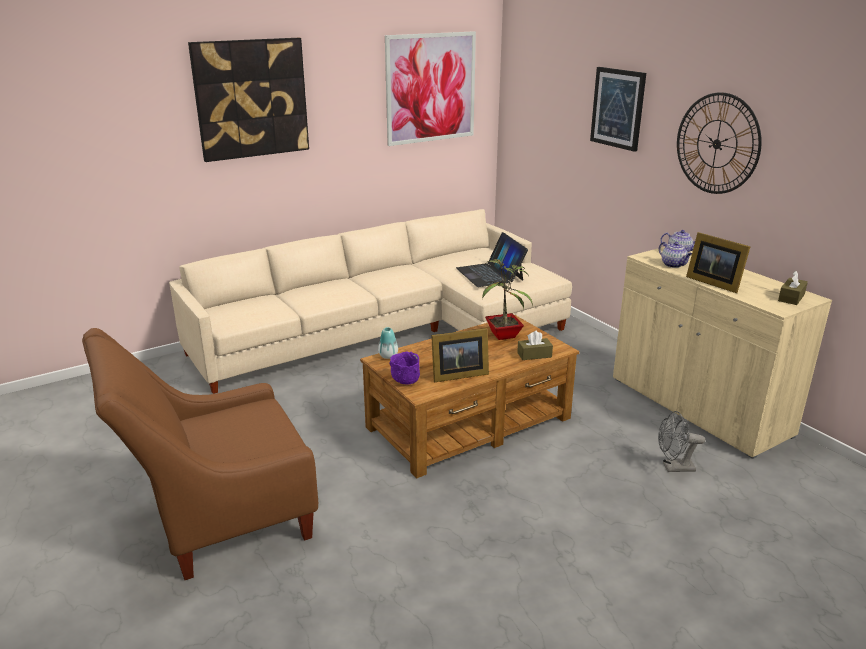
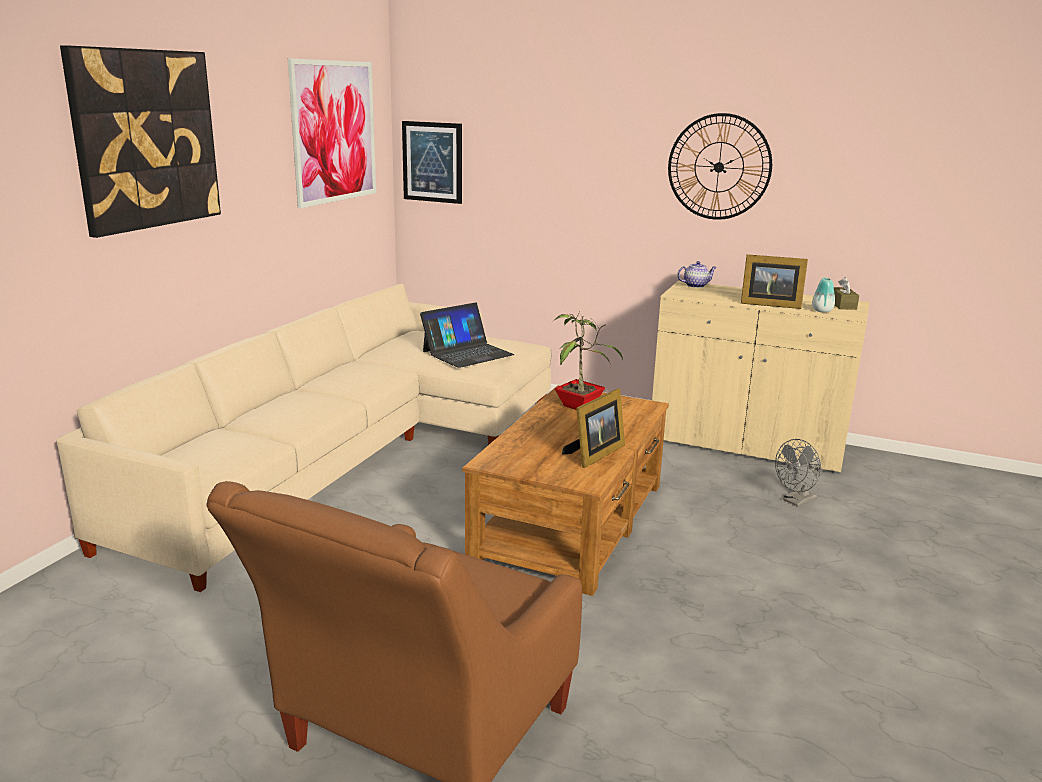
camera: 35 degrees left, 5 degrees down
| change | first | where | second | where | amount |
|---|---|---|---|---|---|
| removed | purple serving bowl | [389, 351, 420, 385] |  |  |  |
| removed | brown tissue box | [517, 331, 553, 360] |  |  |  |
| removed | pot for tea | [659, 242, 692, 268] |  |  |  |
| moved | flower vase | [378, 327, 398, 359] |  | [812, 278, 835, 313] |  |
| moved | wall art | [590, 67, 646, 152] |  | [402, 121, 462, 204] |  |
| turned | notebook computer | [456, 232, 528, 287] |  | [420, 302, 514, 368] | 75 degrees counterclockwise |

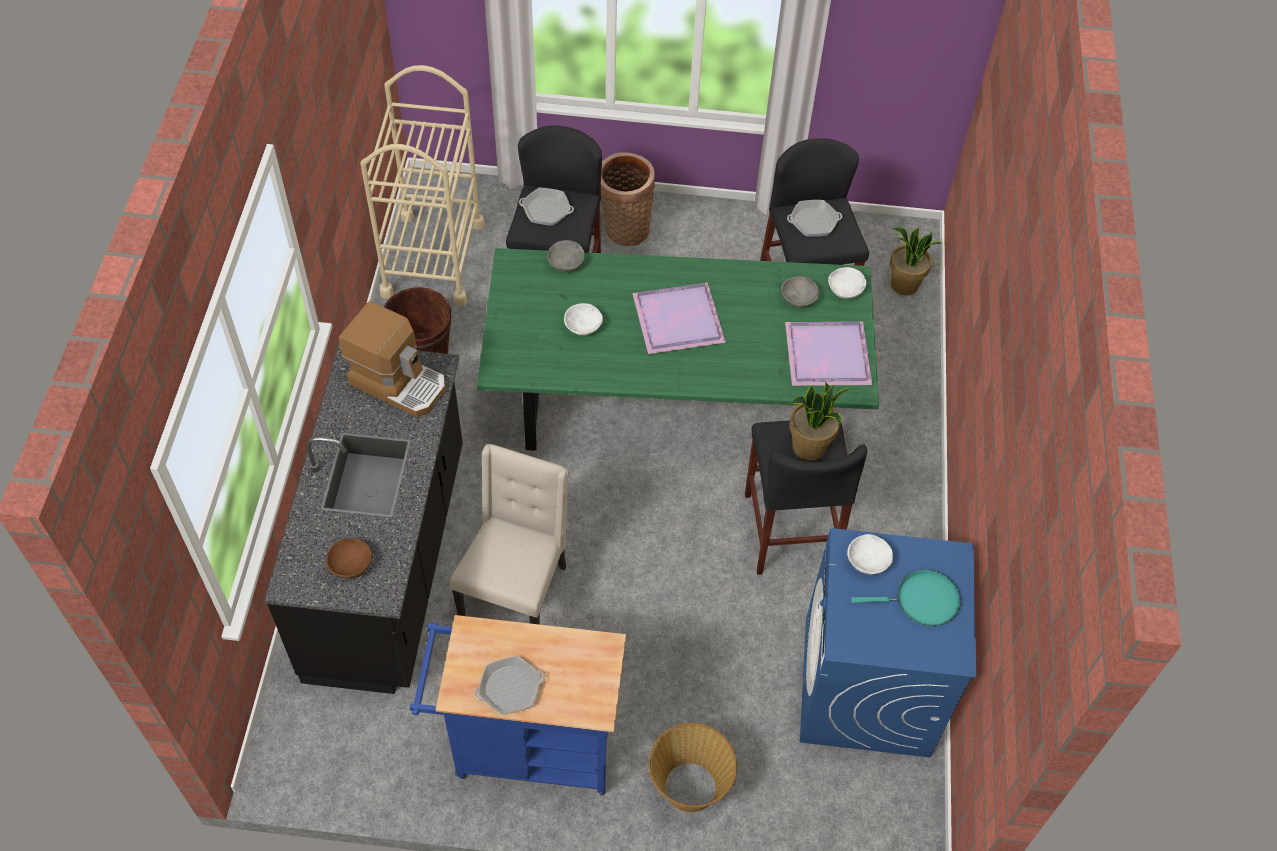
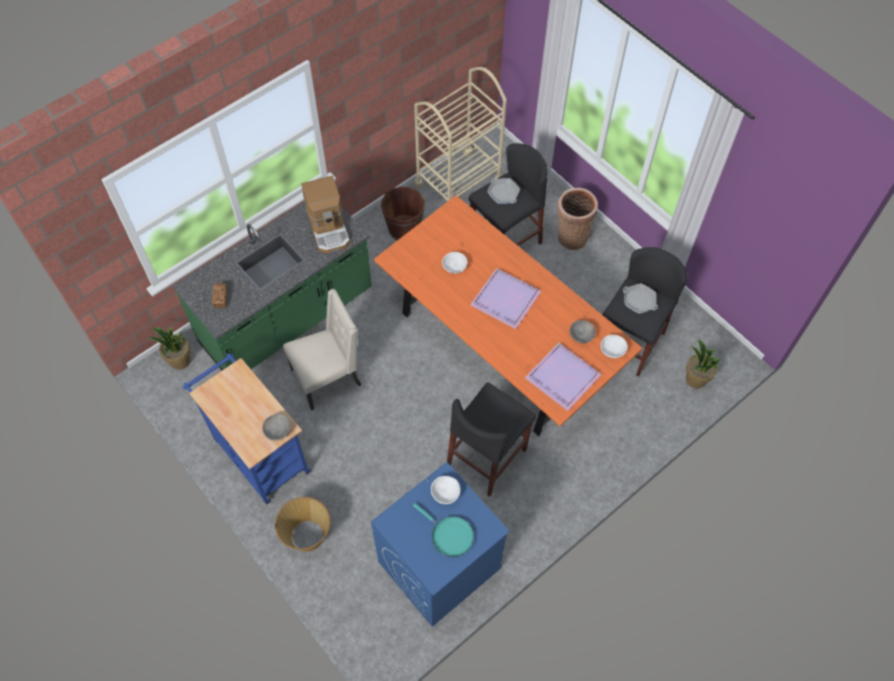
camera: 45 degrees right, 5 degrees up
| change | first | where | second | where | amount |
|---|---|---|---|---|---|
| removed | pan | [474, 656, 545, 715] |  |  |  |
| moved | grey serving bowl | [547, 240, 585, 272] |  | [262, 414, 291, 441] |  |
| moved | potted plant | [789, 381, 850, 461] |  | [148, 328, 190, 370] |  |
| replaced | brown serving bowl | [326, 538, 372, 578] | baked bread | [212, 283, 228, 308] |  |
| recoloured | black kitchen base unit | [265, 343, 463, 694] | green kitchen base unit | [172, 202, 372, 370] |  |
| recoloured | green dinner table | [477, 248, 879, 451] | orange dinner table | [374, 195, 642, 436] |  |

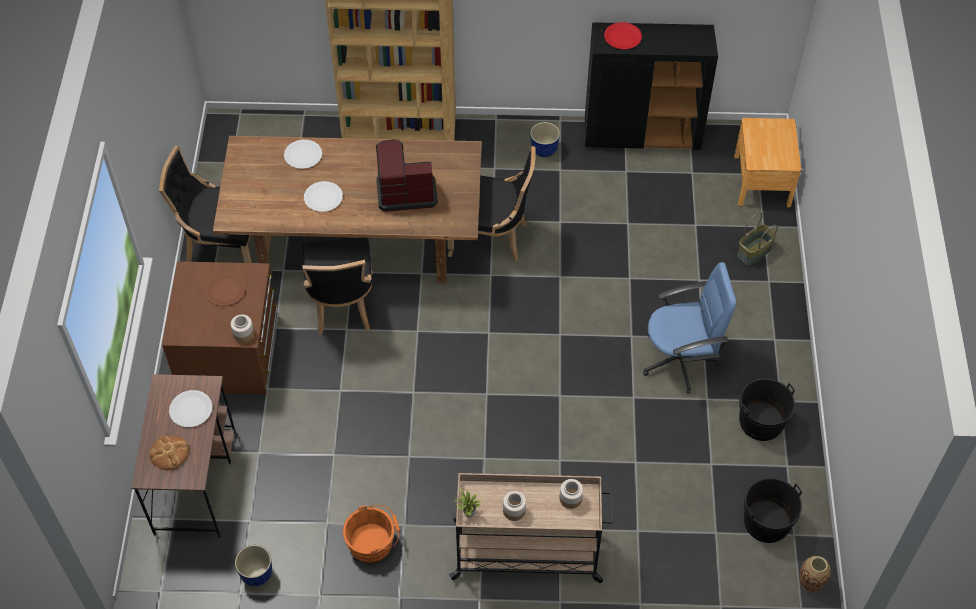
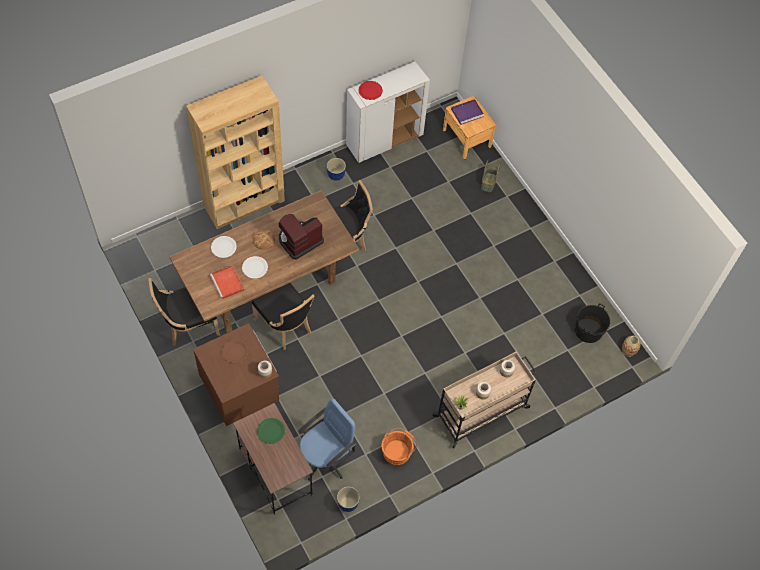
camera: 35 degrees left, 5 degrees up
| change | first | where | second | where | amount |
|---|---|---|---|---|---|
| removed | black pail | [739, 378, 795, 441] |  |  |  |
| added |  |  | red-coloured tray | [210, 265, 245, 299] |  |
| added |  |  | purple tray | [451, 99, 484, 125] |  |
| moved | baked bread | [149, 435, 189, 470] |  | [253, 230, 275, 250] |  |
| moved | blue office chair | [643, 262, 736, 394] |  | [298, 399, 357, 481] |  |
| recoloured | whitish dinner plate | [169, 390, 212, 427] | green dinner plate | [257, 418, 285, 444] |  |
| recoloured | black storage cabinet | [585, 22, 718, 150] | whitish storage cabinet | [346, 62, 430, 163] |  |

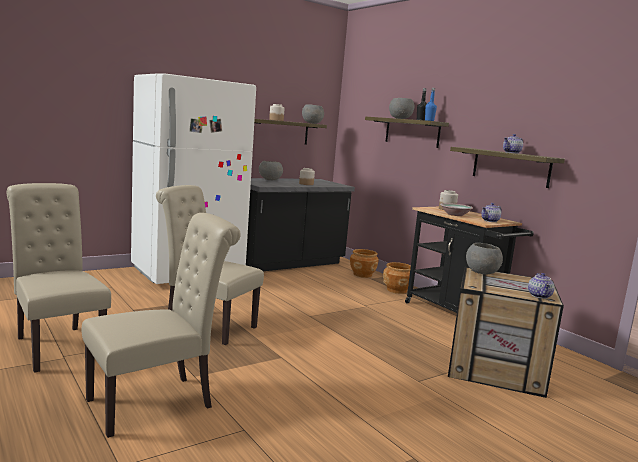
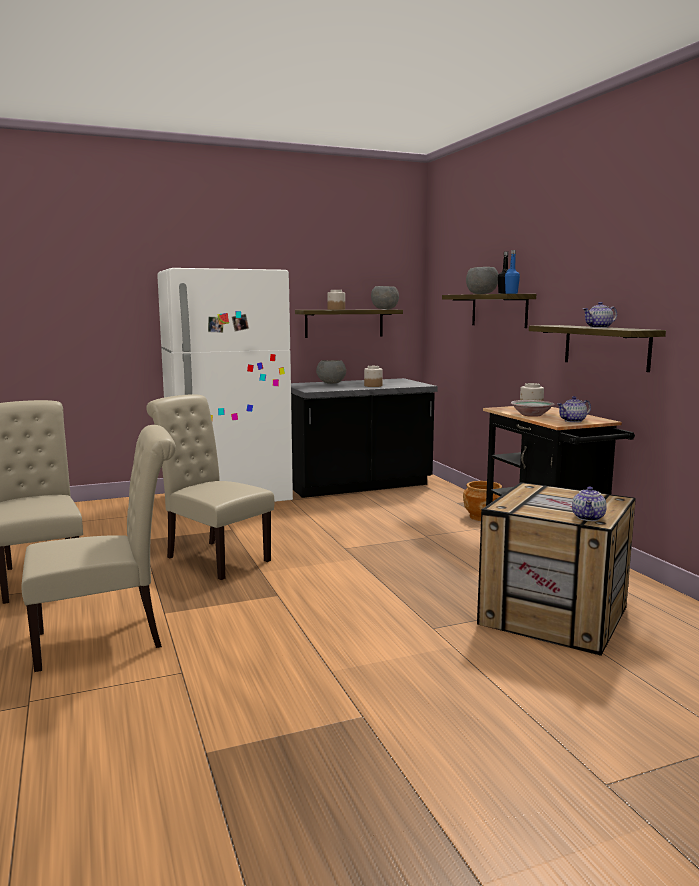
camera: 15 degrees right, 0 degrees up
| change | first | where | second | where | amount |
|---|---|---|---|---|---|
| removed | brown flower pot | [350, 249, 379, 278] |  |  |  |
| removed | grey serving bowl | [466, 243, 503, 275] |  |  |  |

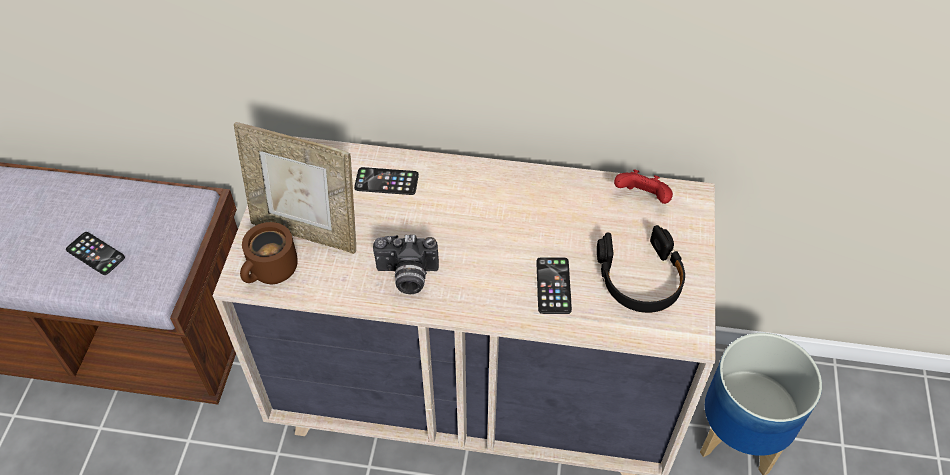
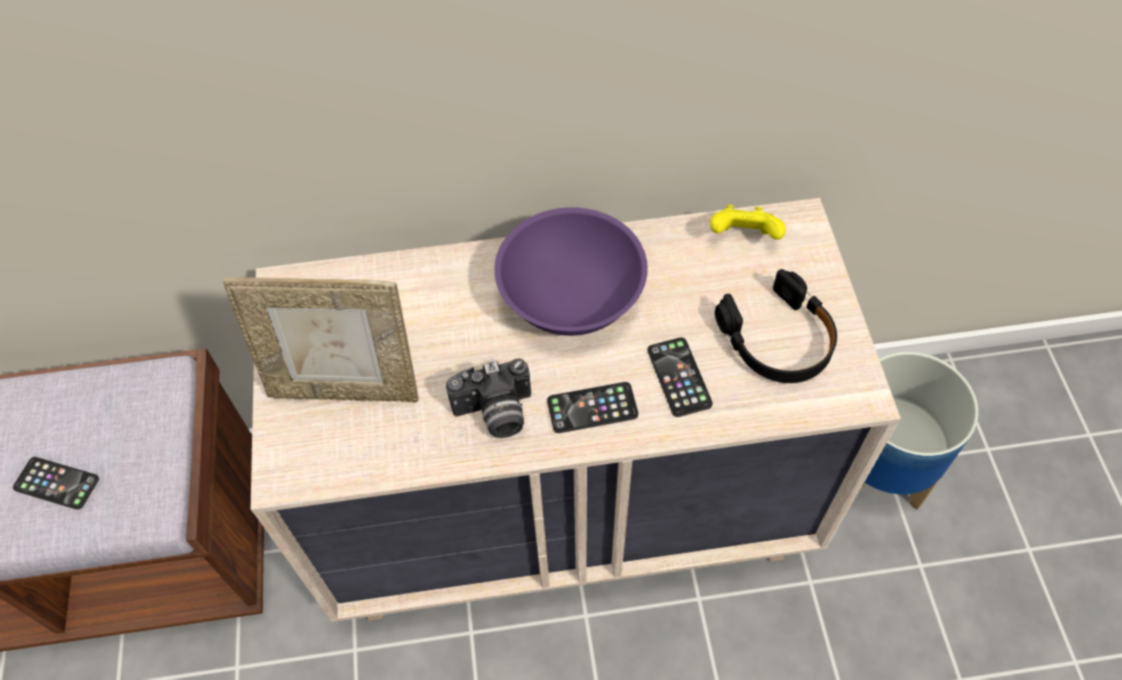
camera: 15 degrees left, 5 degrees up
| change | first | where | second | where | amount |
|---|---|---|---|---|---|
| removed | brown tea mug | [240, 222, 298, 284] |  |  |  |
| added |  |  | purple serving bowl | [494, 207, 648, 336] |  |
| moved | phone | [354, 167, 419, 195] |  | [547, 382, 638, 433] |  |
| recoloured | red-coloured game controller | [614, 169, 673, 204] | yellowish game controller | [710, 205, 786, 240] |  |

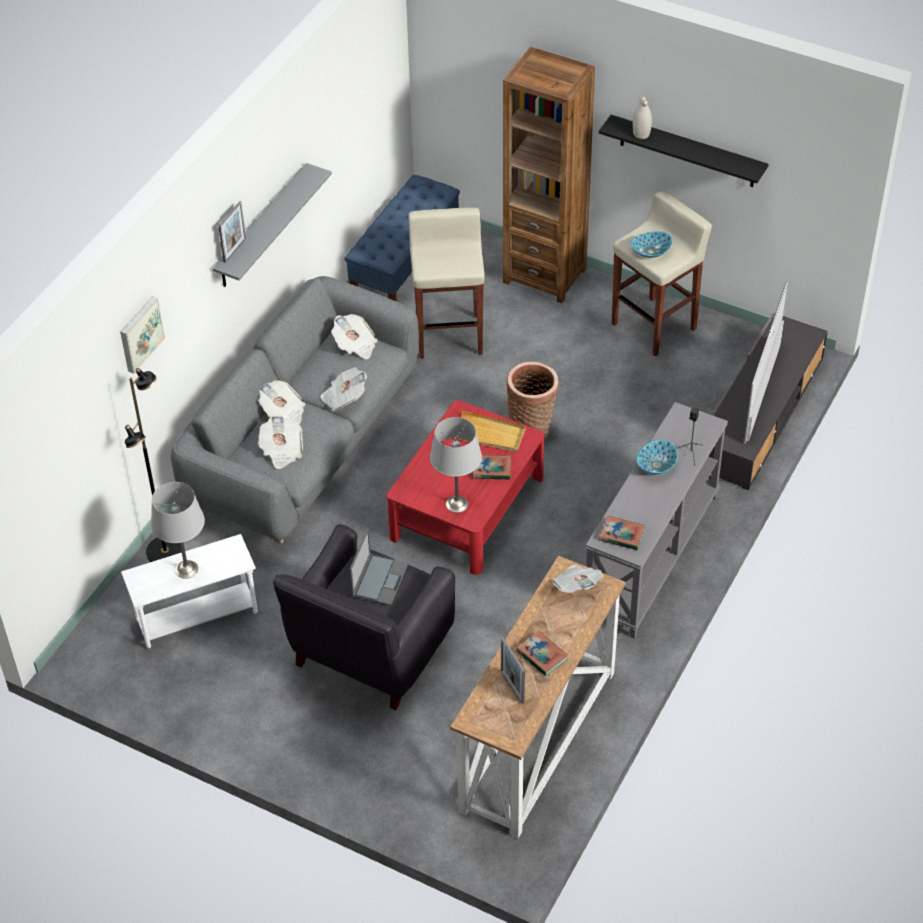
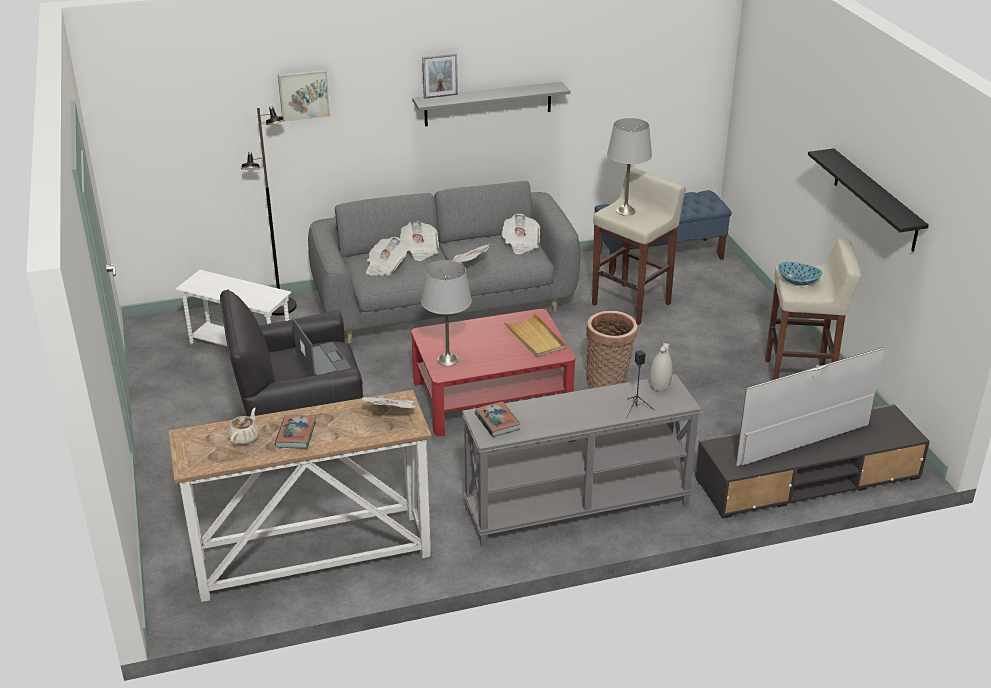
camera: 45 degrees right, 15 degrees down
| change | first | where | second | where | amount |
|---|---|---|---|---|---|
| removed | book | [473, 455, 511, 479] |  |  |  |
| removed | brown shelving unit | [503, 47, 595, 303] |  |  |  |
| removed | serving bowl | [636, 440, 678, 474] |  |  |  |
| moved | grey tabletop lamp | [151, 482, 205, 579] |  | [607, 118, 652, 216] |  |
| moved | whitish flower vase | [633, 96, 652, 139] |  | [650, 343, 673, 392] |  |
| replaced | photo frame | [501, 637, 525, 704] | beige pot for tea | [228, 408, 260, 445] |  |
| turned | notebook computer | [349, 528, 409, 606] |  | [292, 318, 351, 376] | 90 degrees counterclockwise |

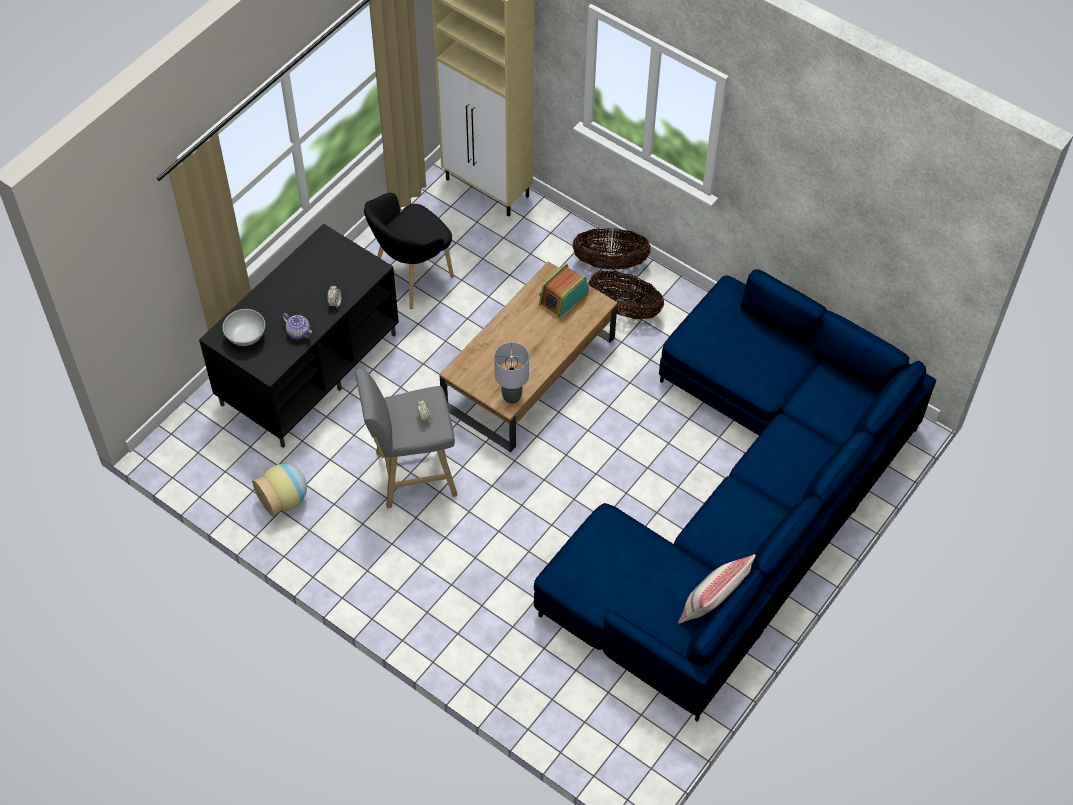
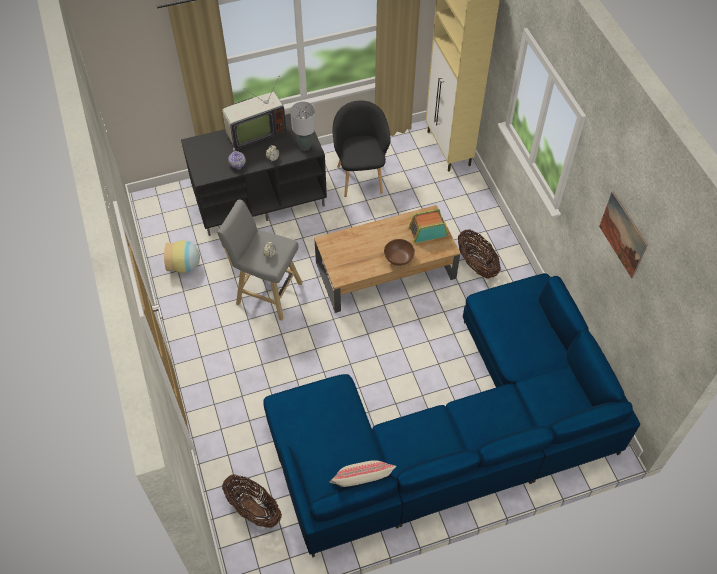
camera: 35 degrees right, 0 degrees up
| change | first | where | second | where | amount |
|---|---|---|---|---|---|
| removed | whitish serving bowl | [223, 309, 265, 346] |  |  |  |
| added |  |  | television | [222, 75, 286, 149] |  |
| added |  |  | brown serving bowl | [384, 239, 415, 266] |  |
| added |  |  | wall art | [599, 192, 648, 279] |  |
| moved | grey tabletop lamp | [494, 342, 529, 404] |  | [290, 102, 316, 150] |  |
| moved | storage basket | [572, 228, 651, 270] |  | [222, 474, 282, 528] |  |
| turned | black lounge chair | [364, 193, 454, 309] |  | [332, 101, 390, 197] | 90 degrees clockwise |

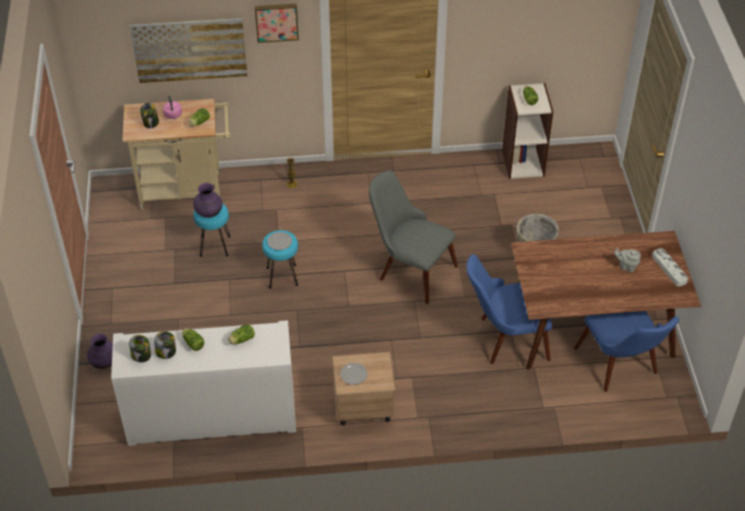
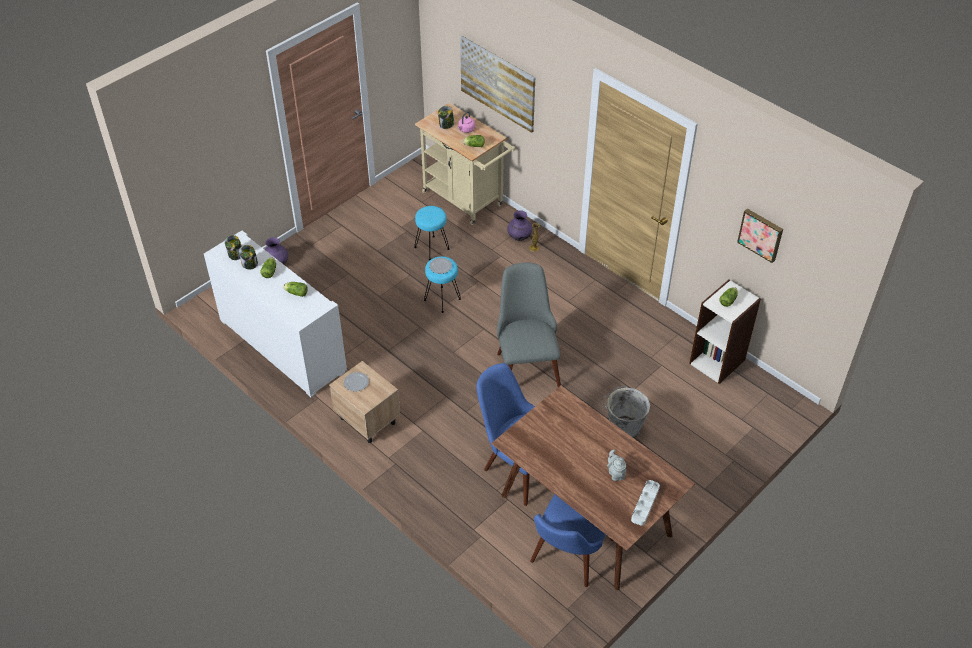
camera: 50 degrees right, 0 degrees up
| change | first | where | second | where | amount |
|---|---|---|---|---|---|
| moved | purple flower vase | [193, 183, 223, 218] |  | [507, 210, 532, 241] |  |
| moved | wall art | [255, 4, 299, 43] |  | [737, 209, 783, 263] |  |

